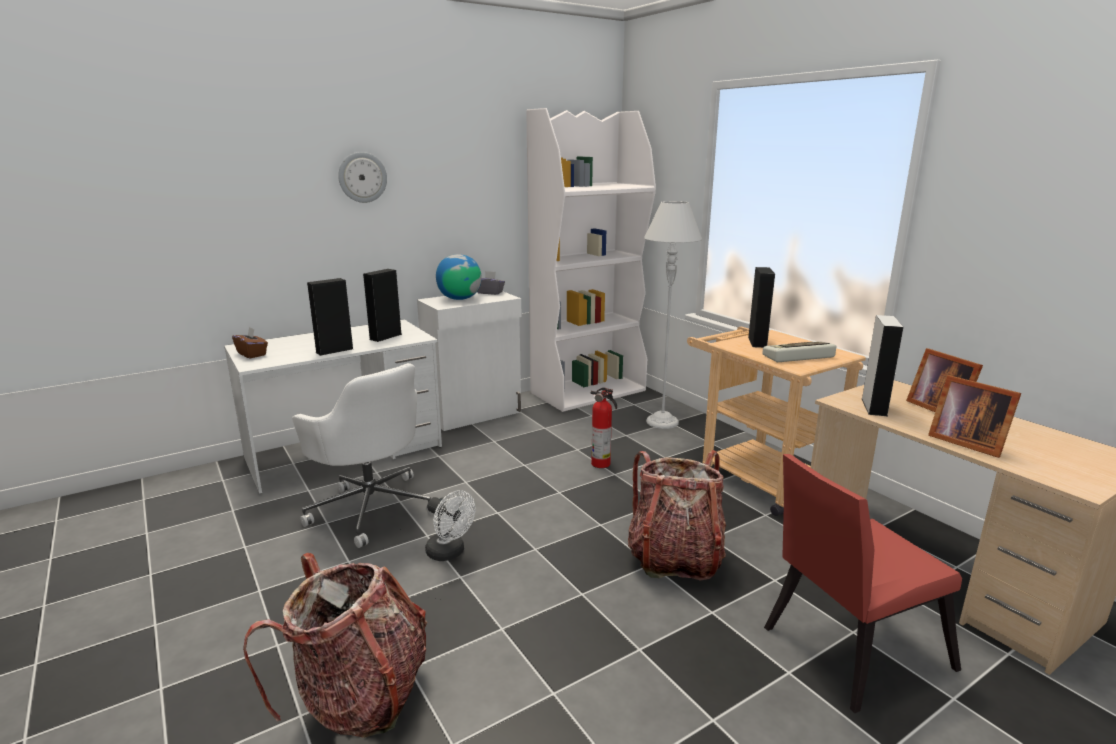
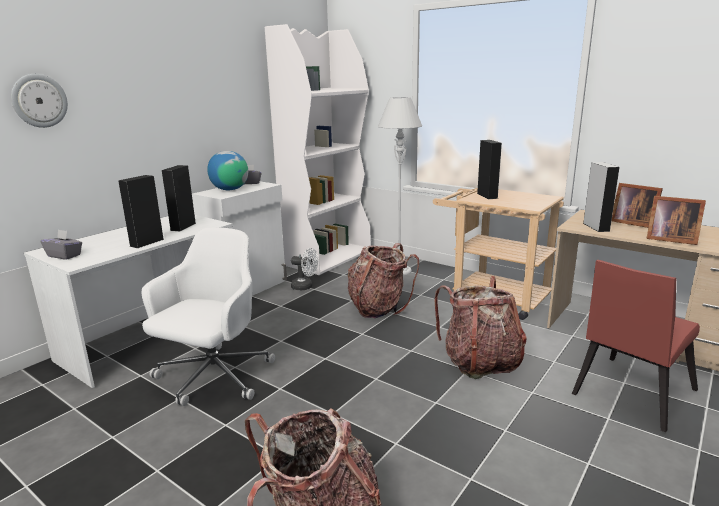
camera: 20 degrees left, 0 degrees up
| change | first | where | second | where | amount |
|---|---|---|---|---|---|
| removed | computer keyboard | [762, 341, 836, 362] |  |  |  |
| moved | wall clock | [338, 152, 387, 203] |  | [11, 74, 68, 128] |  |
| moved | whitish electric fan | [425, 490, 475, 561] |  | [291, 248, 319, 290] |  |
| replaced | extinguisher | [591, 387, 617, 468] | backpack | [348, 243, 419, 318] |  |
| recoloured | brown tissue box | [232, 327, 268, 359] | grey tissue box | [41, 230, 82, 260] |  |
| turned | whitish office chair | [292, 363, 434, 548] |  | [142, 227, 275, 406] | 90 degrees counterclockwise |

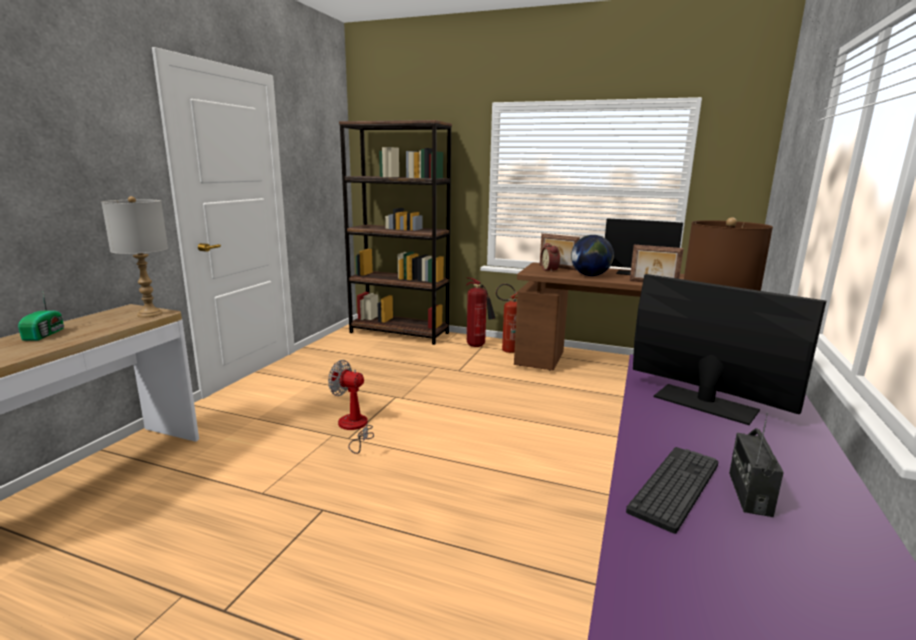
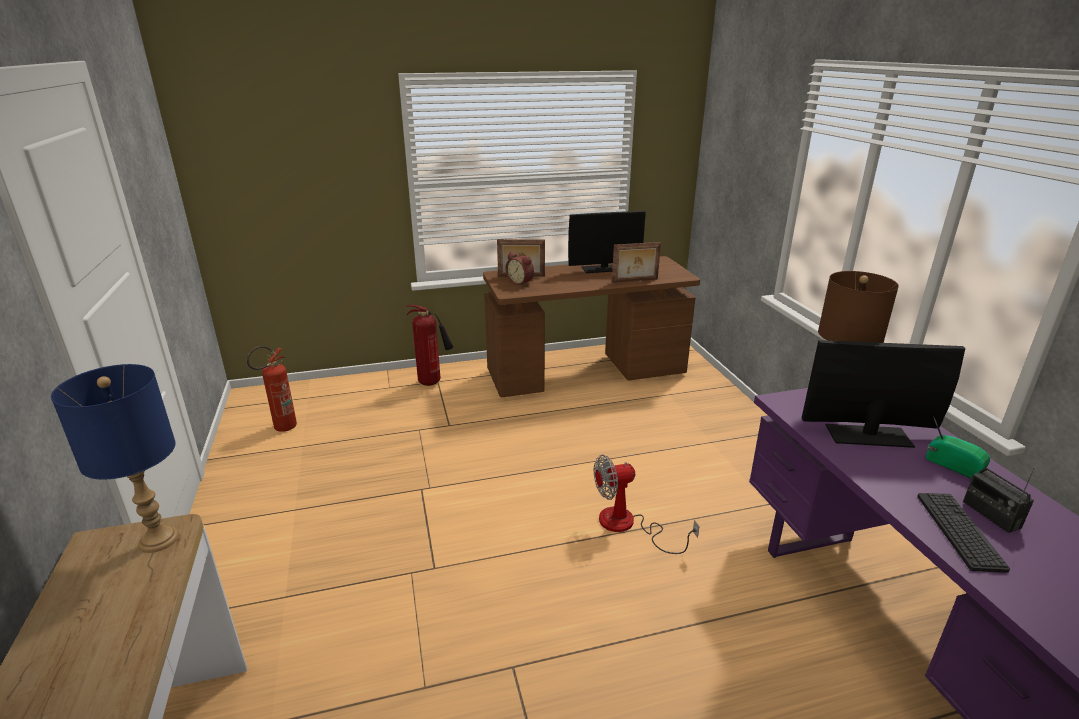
camera: 35 degrees left, 10 degrees up
| change | first | where | second | where | amount |
|---|---|---|---|---|---|
| removed | brown shelving unit | [339, 120, 452, 345] |  |  |  |
| removed | desk globe | [571, 235, 614, 276] |  |  |  |
| moved | radio set | [18, 292, 64, 341] |  | [926, 416, 990, 478] |  |
| moved | electric fan | [328, 360, 374, 454] |  | [594, 455, 700, 554] |  |
| moved | extinguisher | [496, 284, 517, 353] |  | [247, 346, 297, 432] |  |
| recoloured | grey tabletop lamp | [101, 196, 168, 317] | blue tabletop lamp | [51, 364, 179, 553] |  |

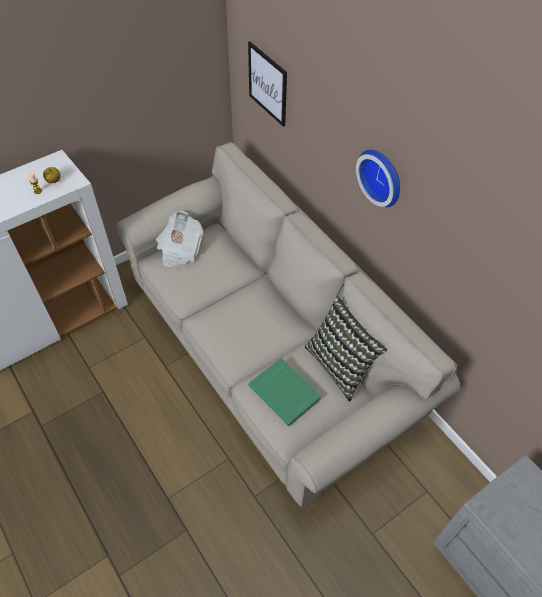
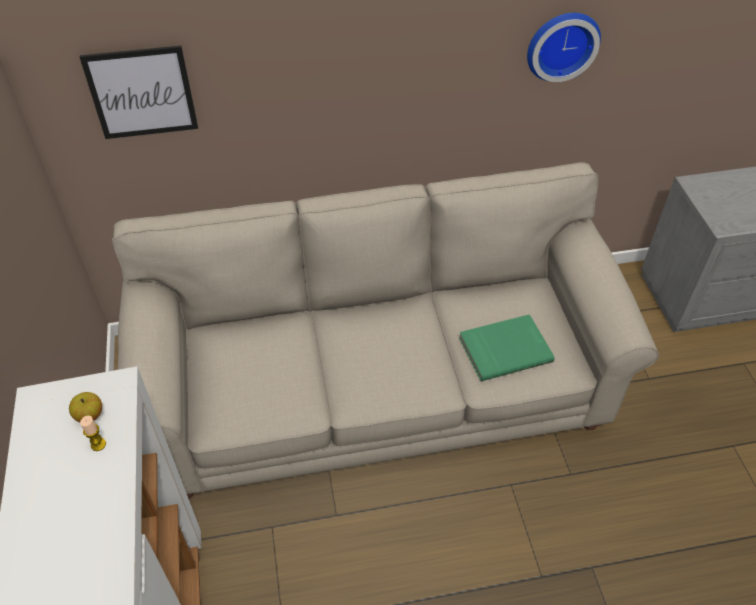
camera: 65 degrees left, 5 degrees down
| change | first | where | second | where | amount |
|---|---|---|---|---|---|
| removed | printed paper | [156, 211, 203, 267] |  |  |  |
| removed | throw pillow | [304, 296, 387, 402] |  |  |  |
| moved | wall clock | [356, 150, 400, 207] |  | [527, 13, 601, 82] |  |

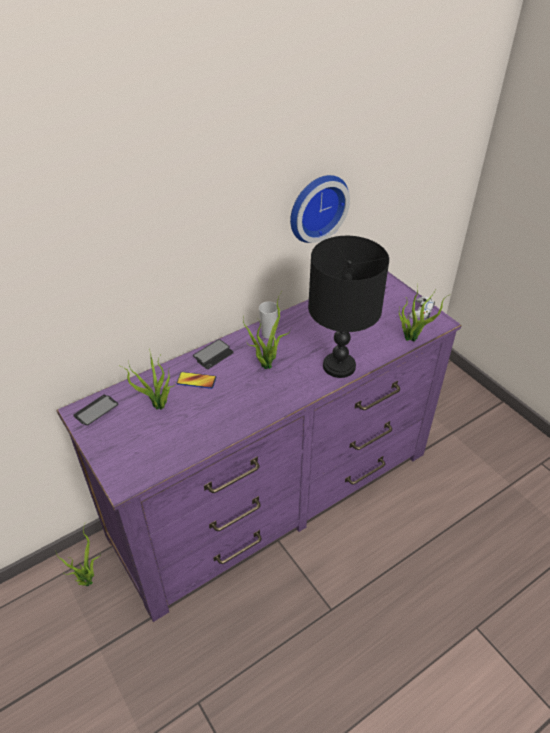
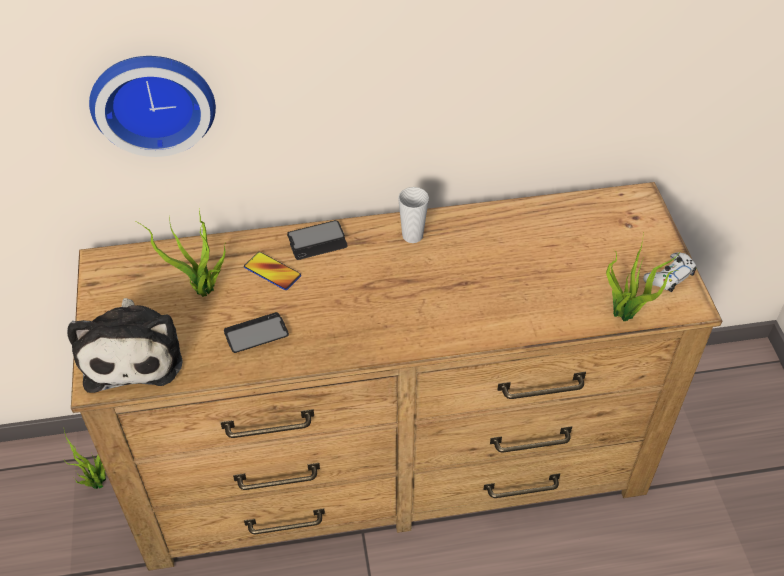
camera: 25 degrees right, 5 degrees up
| change | first | where | second | where | amount |
|---|---|---|---|---|---|
| removed | potted plant | [243, 290, 291, 369] |  |  |  |
| removed | black tabletop lamp | [308, 236, 389, 378] |  |  |  |
| added |  |  | plush toy | [67, 298, 183, 393] |  |
| moved | phone | [73, 395, 118, 425] |  | [224, 312, 289, 353] |  |
| moved | wall clock | [290, 175, 350, 243] |  | [89, 56, 216, 157] |  |
| recoloured | purple chest of drawers | [56, 272, 462, 622] | brown chest of drawers | [71, 182, 722, 571] |  |

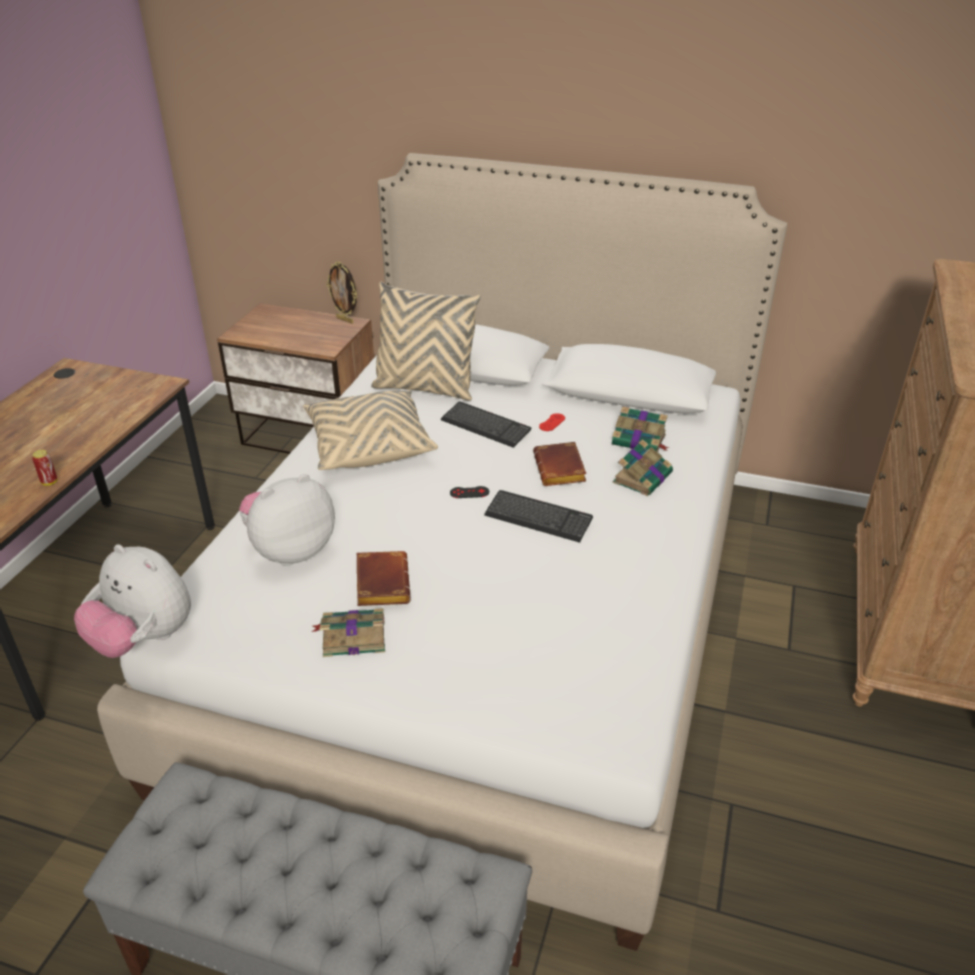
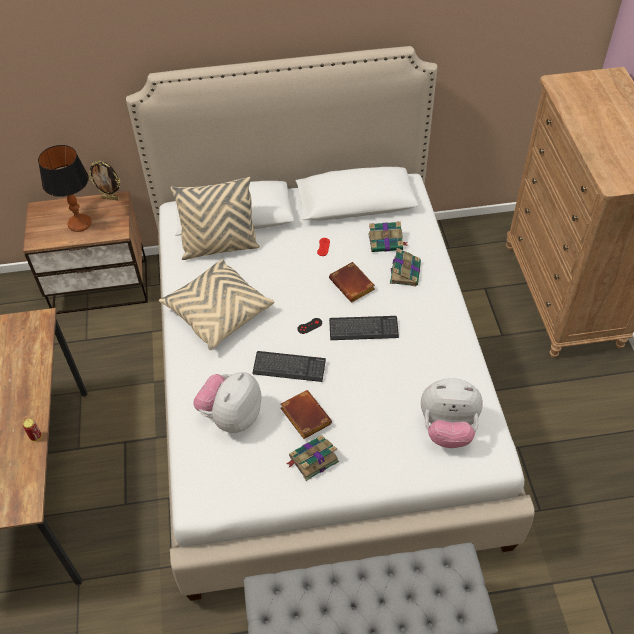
camera: 25 degrees left, 15 degrees up
| change | first | where | second | where | amount |
|---|---|---|---|---|---|
| added |  |  | tabletop lamp | [38, 145, 92, 232] |  |
| moved | plush toy | [74, 544, 191, 658] |  | [421, 378, 483, 448] |  |
| moved | computer keyboard | [441, 401, 531, 448] |  | [252, 351, 326, 382] |  |

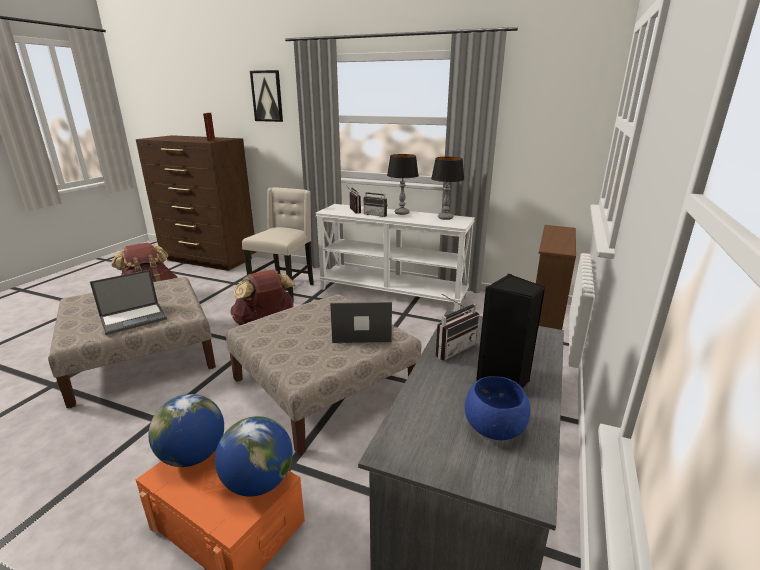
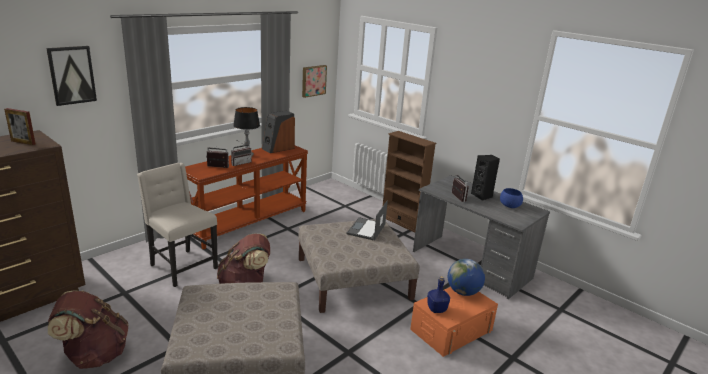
camera: 70 degrees left, 0 degrees up
| change | first | where | second | where | amount |
|---|---|---|---|---|---|
| removed | notebook computer | [90, 270, 167, 335] |  |  |  |
| added |  |  | wall art | [302, 65, 327, 98] |  |
| replaced | desk globe | [148, 394, 224, 467] | blue drink bottle | [427, 276, 450, 313] |  |
| replaced | tabletop lamp | [431, 157, 465, 220] | loudspeaker | [262, 110, 295, 153] |  |
| recoloured | whitish hall table | [315, 204, 475, 312] | brown hall table | [185, 145, 308, 250] |  |

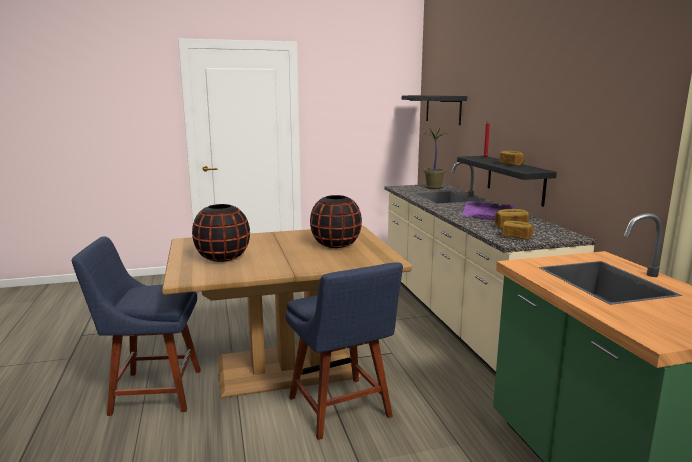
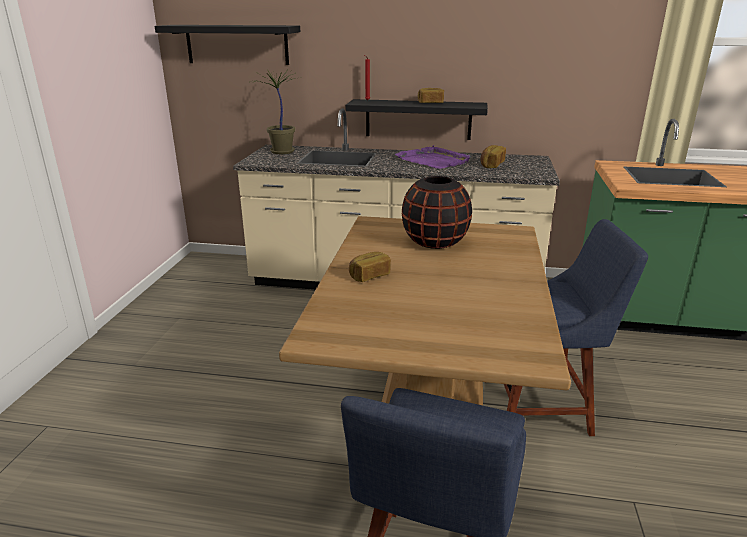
camera: 65 degrees left, 10 degrees up
| change | first | where | second | where | amount |
|---|---|---|---|---|---|
| removed | black flower vase | [192, 204, 250, 262] |  |  |  |
| moved | baked bread | [502, 221, 533, 240] |  | [349, 252, 391, 282] |  |

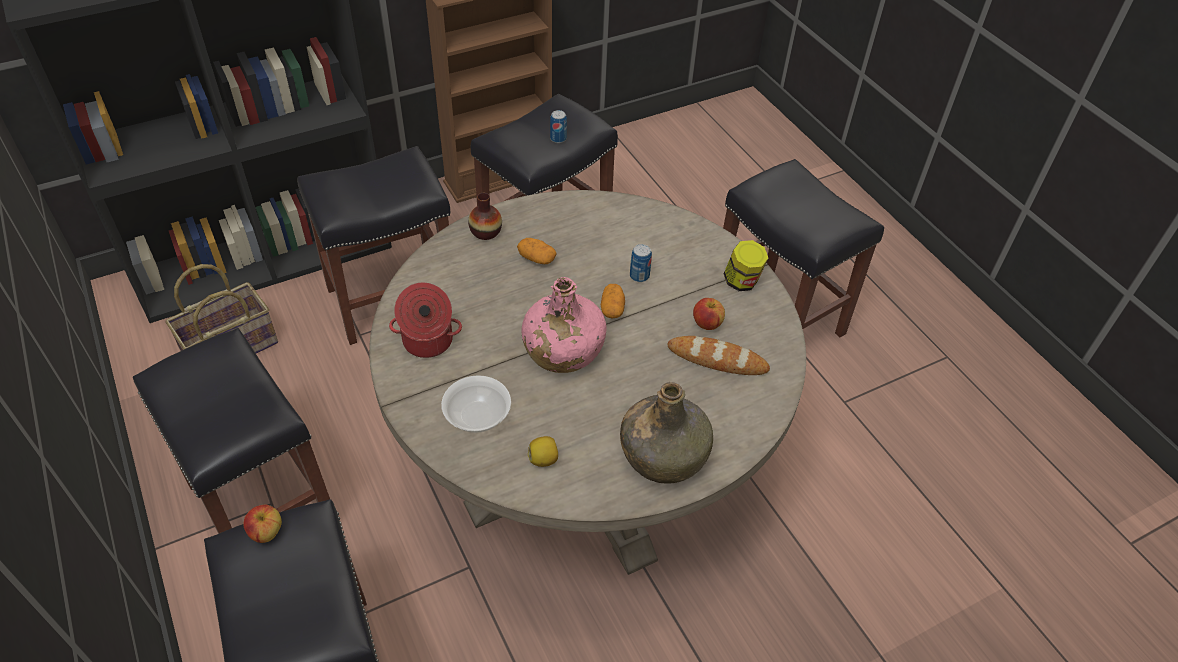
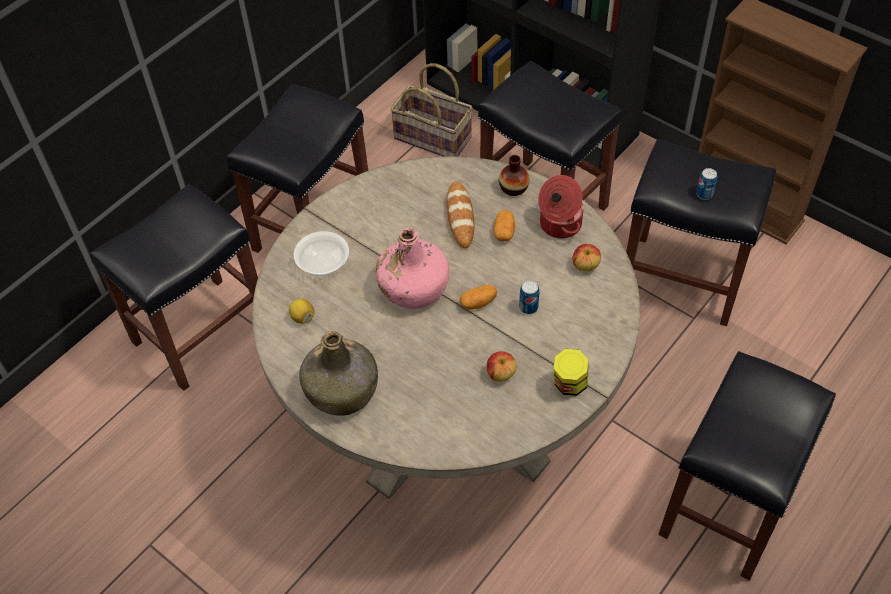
camera: 70 degrees right, 5 degrees up
| change | first | where | second | where | amount |
|---|---|---|---|---|---|
| moved | apple fruit | [243, 505, 282, 543] |  | [573, 244, 601, 271] |  |
| moved | saucepot | [389, 283, 462, 358] |  | [538, 175, 583, 239] |  |
| moved | baked bread | [667, 336, 770, 375] |  | [447, 181, 474, 248] |  |

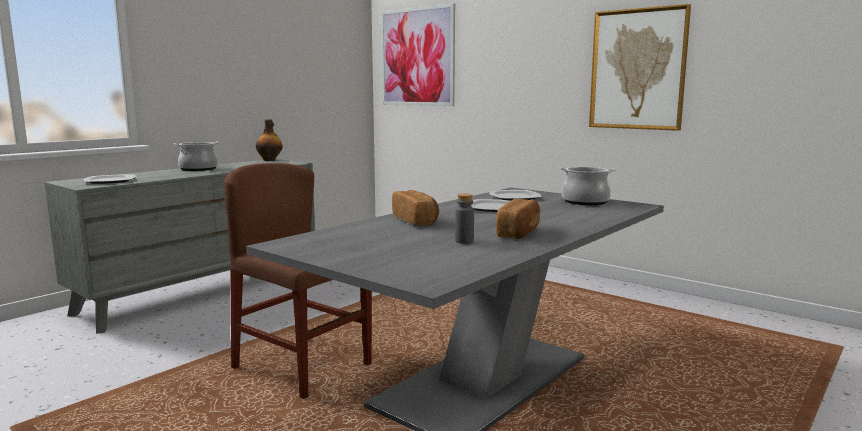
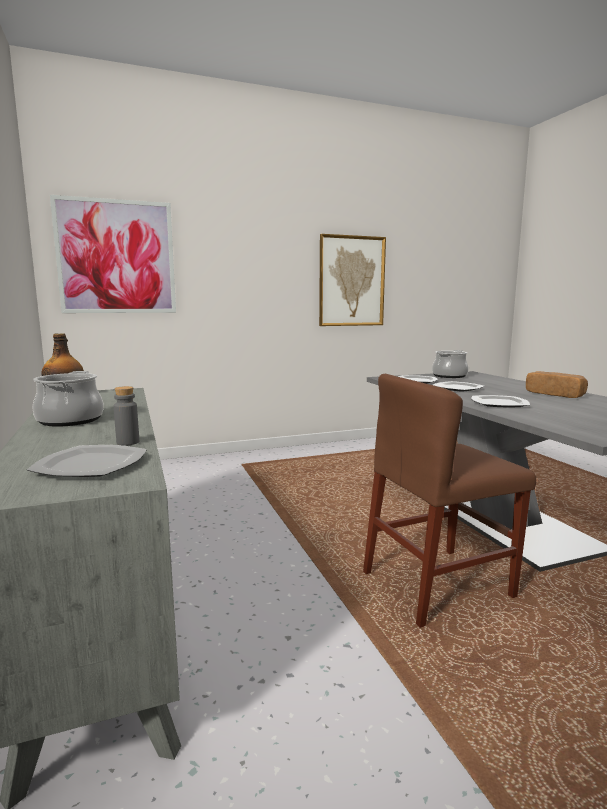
camera: 60 degrees left, 0 degrees up
| change | first | where | second | where | amount |
|---|---|---|---|---|---|
| moved | grey drink bottle | [455, 194, 474, 244] |  | [114, 386, 139, 446] |  |
| replaced | baked bread | [392, 190, 439, 226] | dinner plate | [471, 395, 530, 407] |  |

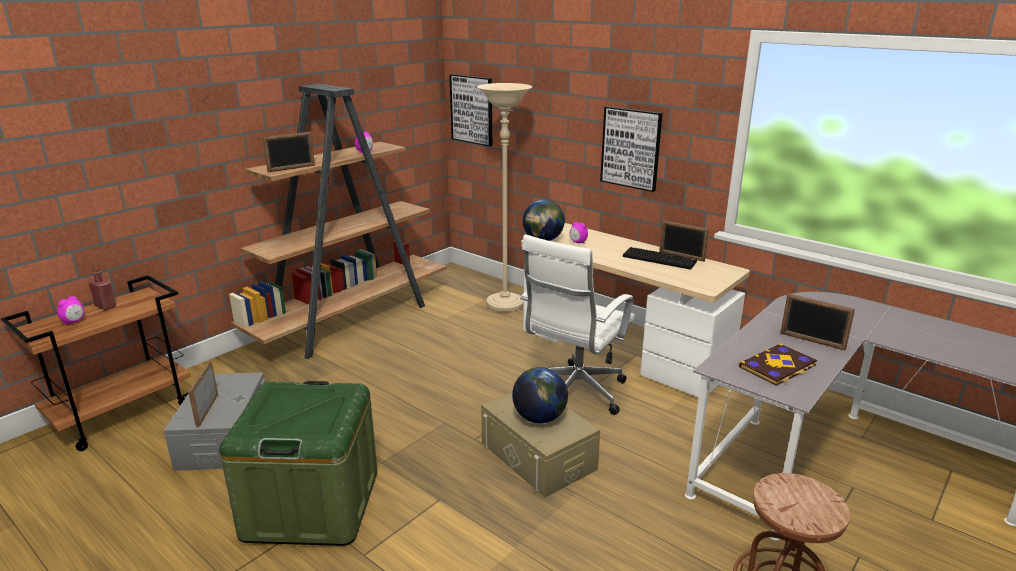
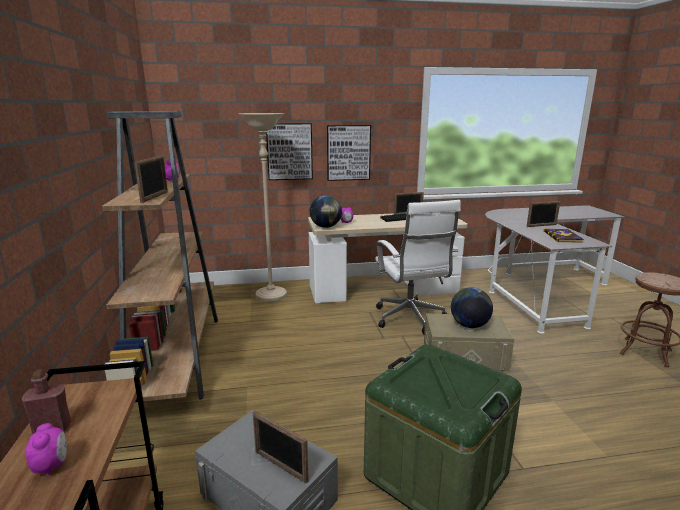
camera: 50 degrees left, 5 degrees down
| change | first | where | second | where | amount |
|---|---|---|---|---|---|
| moved | wall art | [449, 74, 492, 146] |  | [266, 123, 313, 180] |  |

